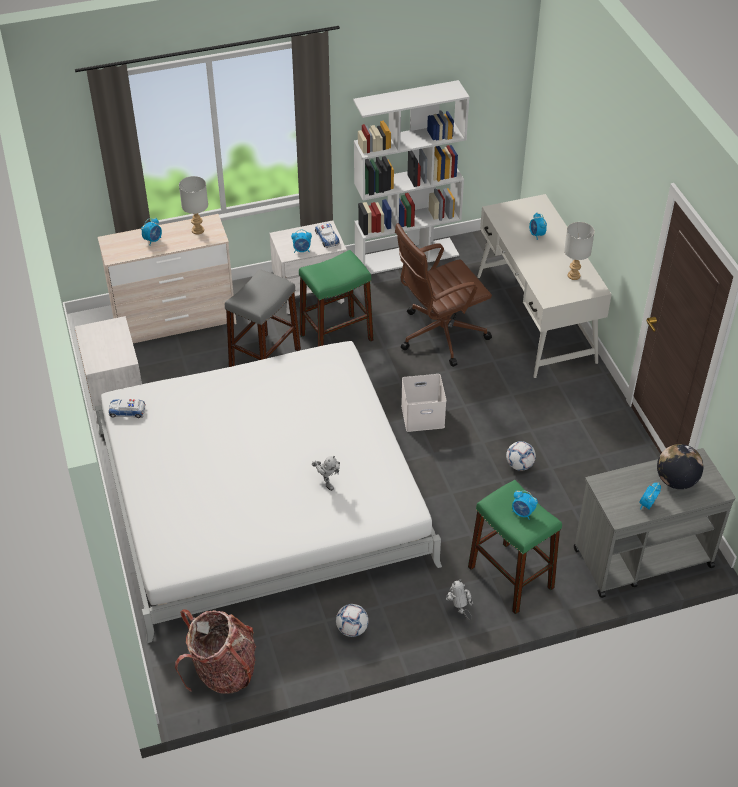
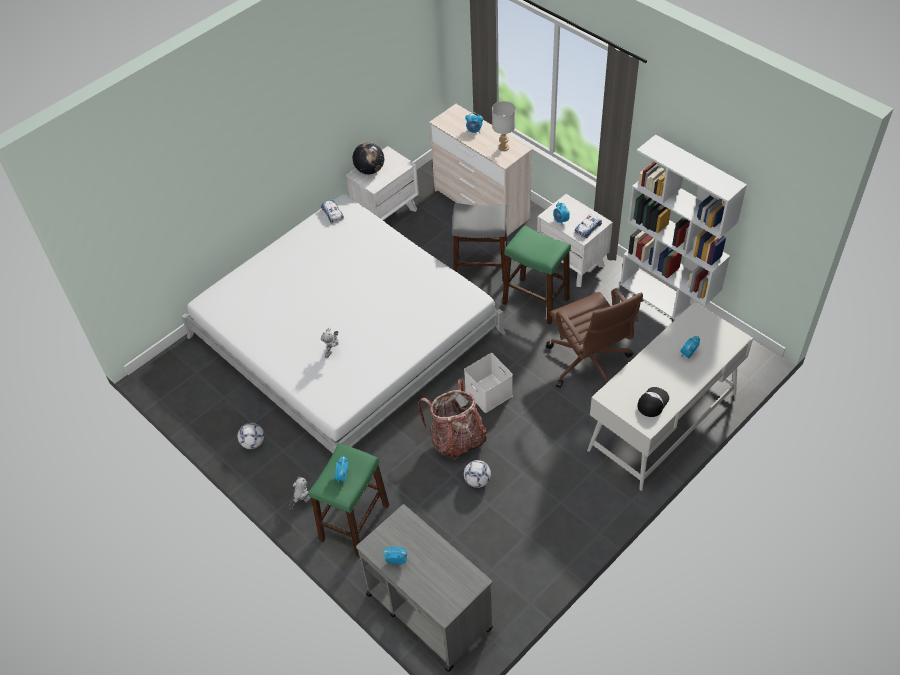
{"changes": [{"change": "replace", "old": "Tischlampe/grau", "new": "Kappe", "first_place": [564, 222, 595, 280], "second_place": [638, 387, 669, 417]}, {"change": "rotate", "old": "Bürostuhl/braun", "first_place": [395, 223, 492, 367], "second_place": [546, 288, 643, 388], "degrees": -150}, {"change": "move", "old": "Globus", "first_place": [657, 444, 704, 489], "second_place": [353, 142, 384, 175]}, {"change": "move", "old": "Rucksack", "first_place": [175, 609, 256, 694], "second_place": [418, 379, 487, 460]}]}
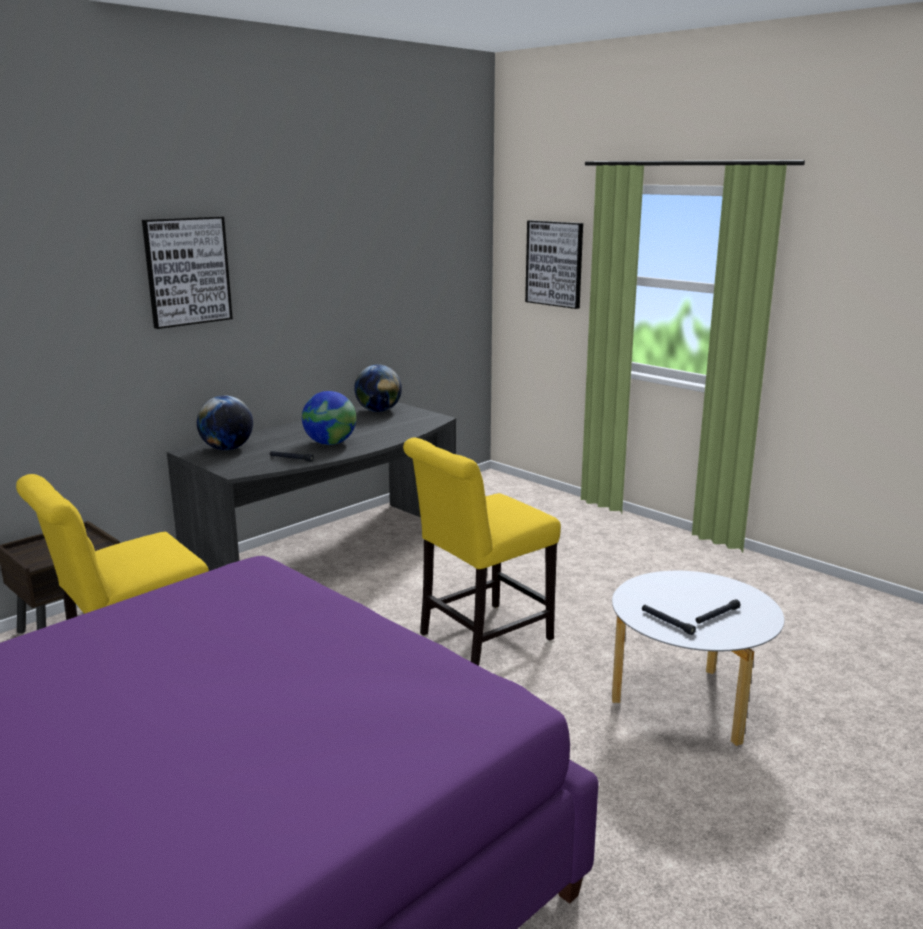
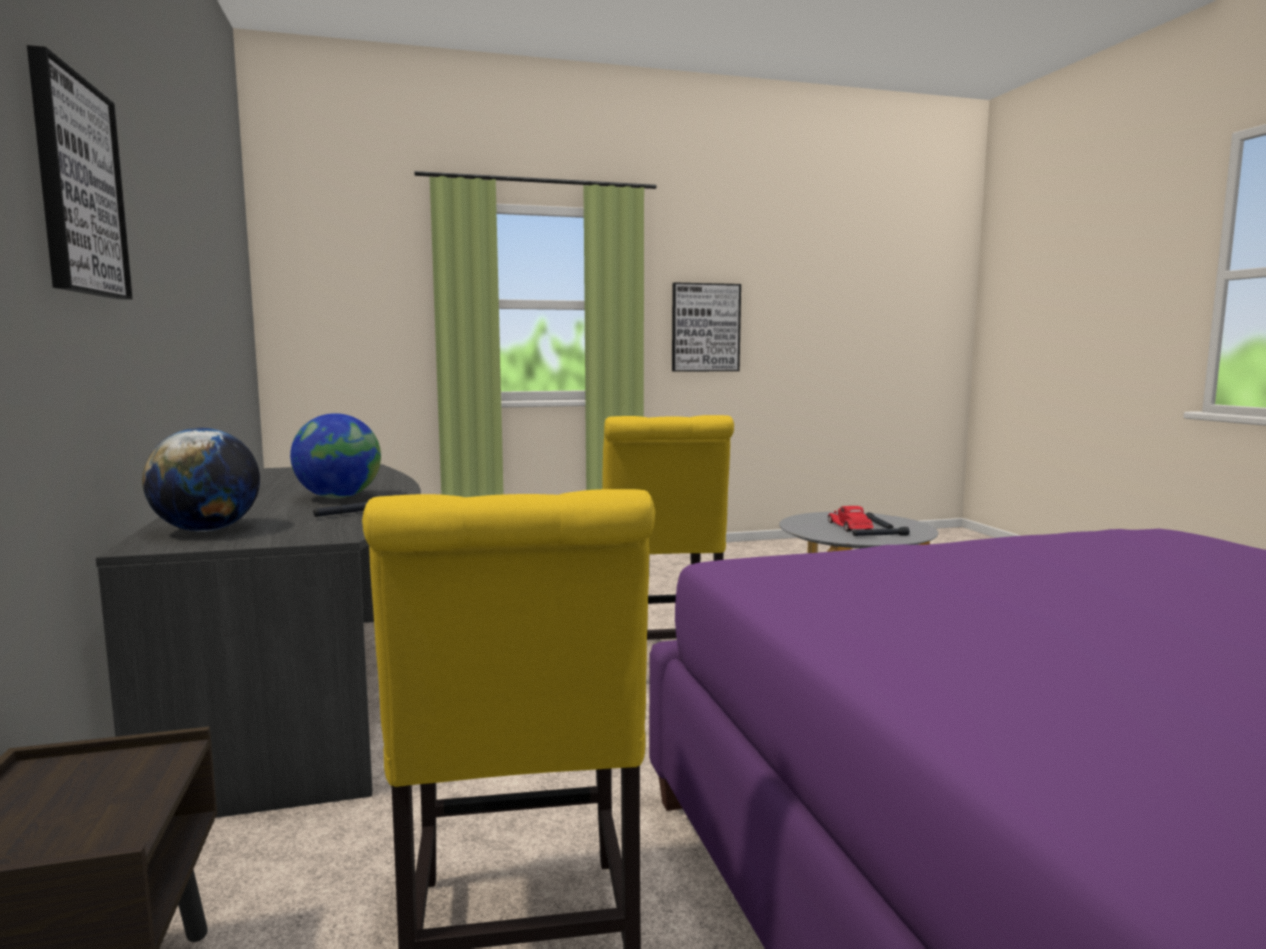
{"changes": [{"change": "move", "old": "Bild", "first_place": [525, 220, 583, 309], "second_place": [672, 282, 741, 372]}, {"change": "delete", "old": "Globus", "first_place": [354, 364, 402, 412]}, {"change": "insert", "new": "Spielzeugauto/rot", "second_place": [828, 506, 874, 532]}]}
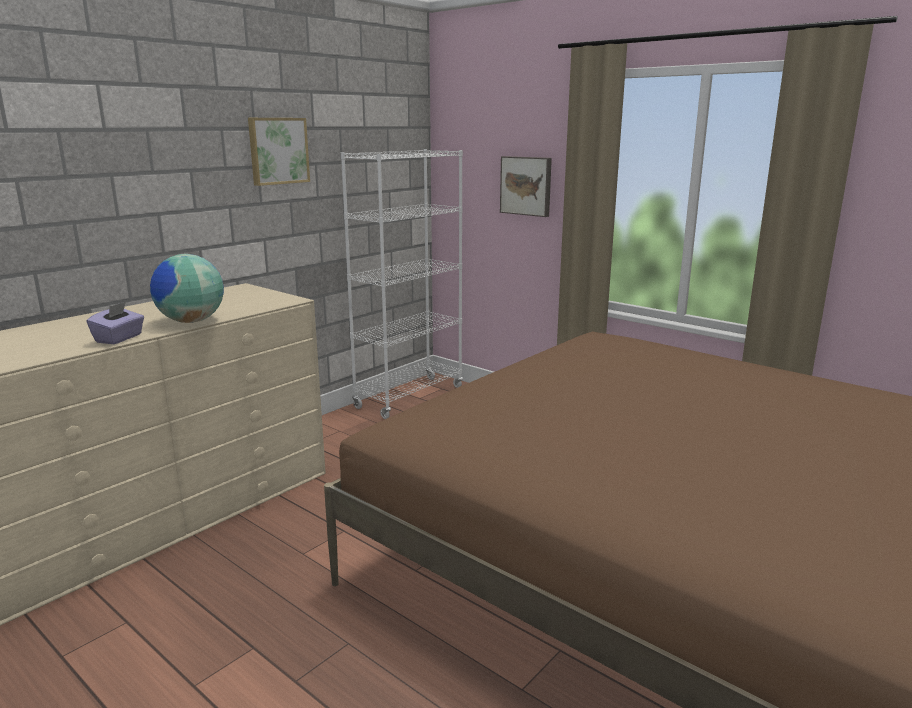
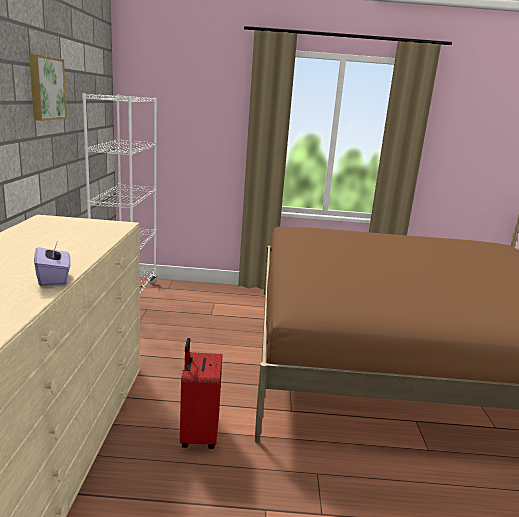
{"changes": [{"change": "delete", "old": "Bild", "first_place": [500, 156, 552, 217]}, {"change": "delete", "old": "Globus", "first_place": [150, 254, 224, 323]}, {"change": "insert", "new": "Koffer/rot", "second_place": [180, 338, 222, 449]}]}
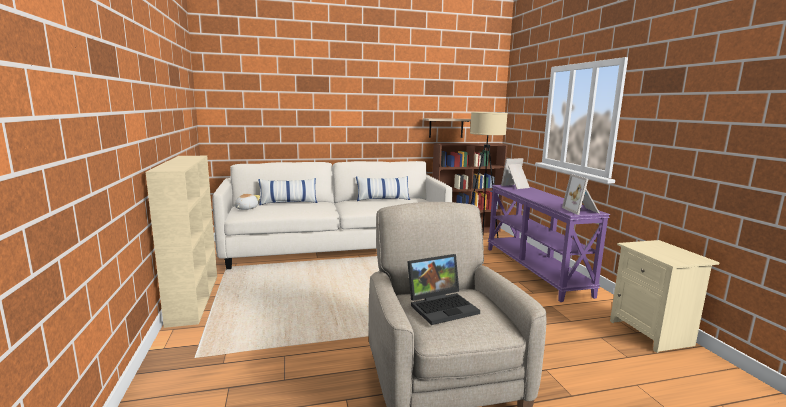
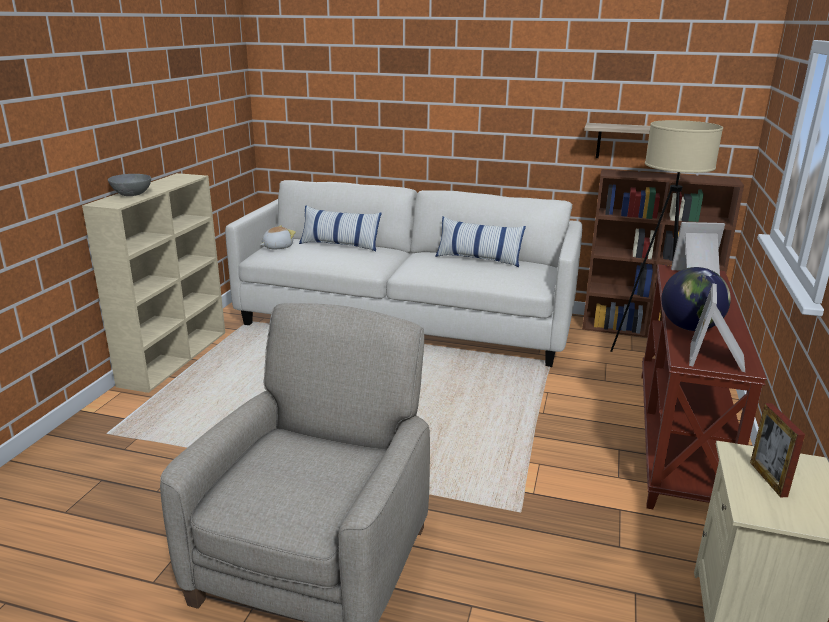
{"changes": [{"change": "recolor", "old": "Konsolentisch/lila", "new": "Konsolentisch/braun", "first_place": [488, 185, 610, 302], "second_place": [641, 265, 767, 509]}, {"change": "delete", "old": "Laptop", "first_place": [407, 254, 480, 325]}, {"change": "insert", "new": "Schüssel/grau", "second_place": [108, 174, 151, 196]}, {"change": "insert", "new": "Globus", "second_place": [662, 267, 731, 331]}, {"change": "insert", "new": "Bilderrahmen", "second_place": [750, 403, 805, 497]}]}
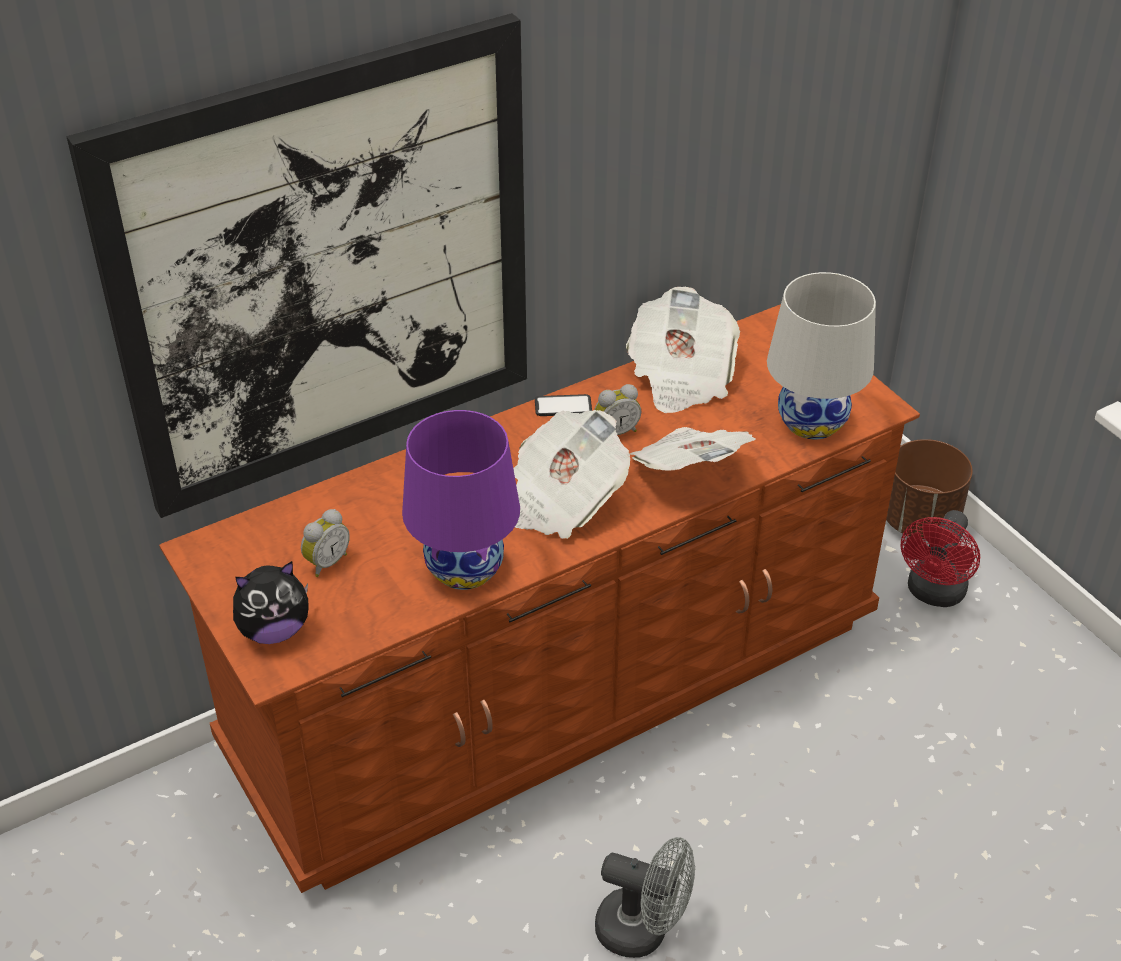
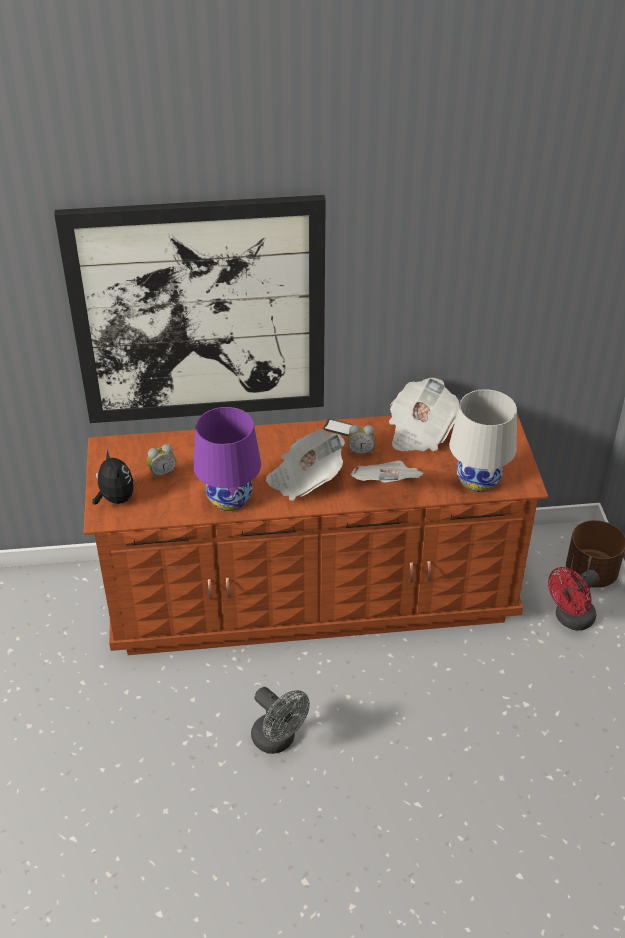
{"changes": [{"change": "rotate", "old": "Plüschtier", "first_place": [233, 561, 309, 644], "second_place": [92, 450, 134, 505], "degrees": -120}]}
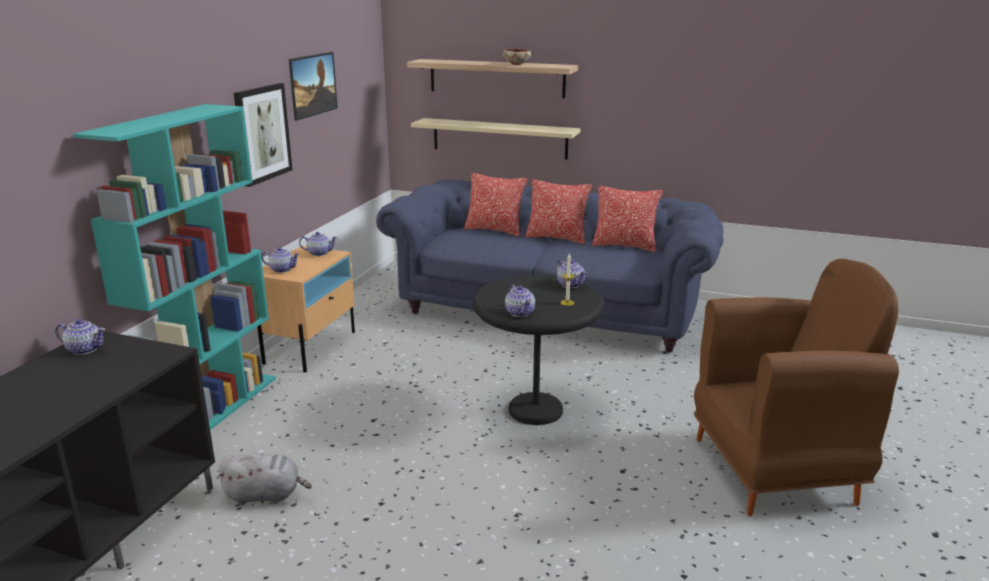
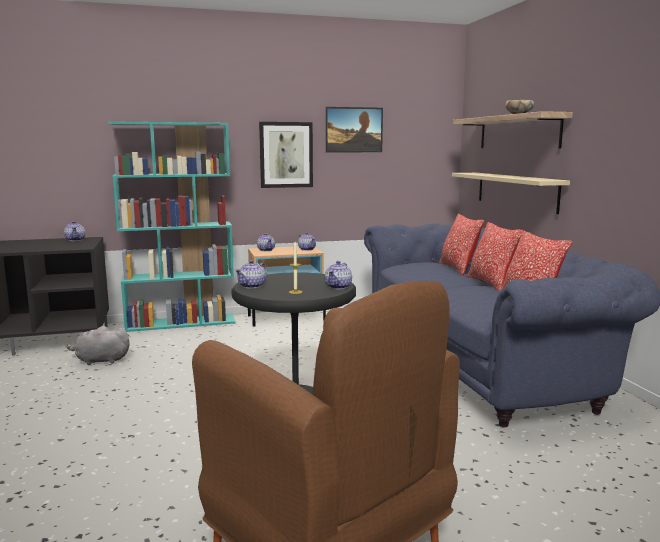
{"changes": [{"change": "rotate", "old": "Plüschtier/grau", "first_place": [217, 453, 312, 505], "second_place": [67, 326, 130, 365], "degrees": 120}]}
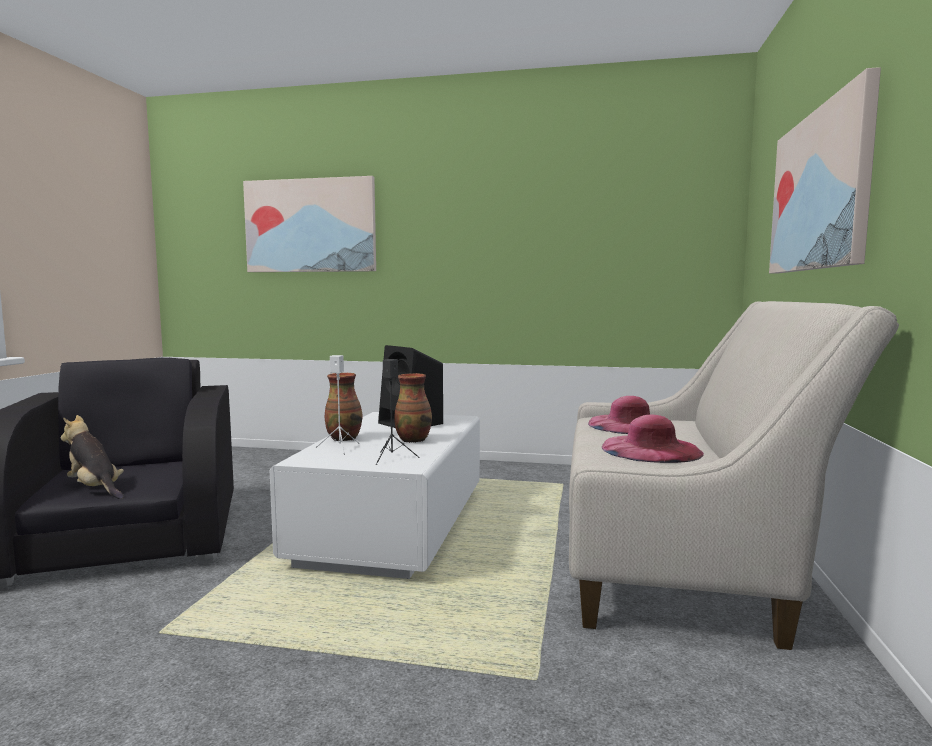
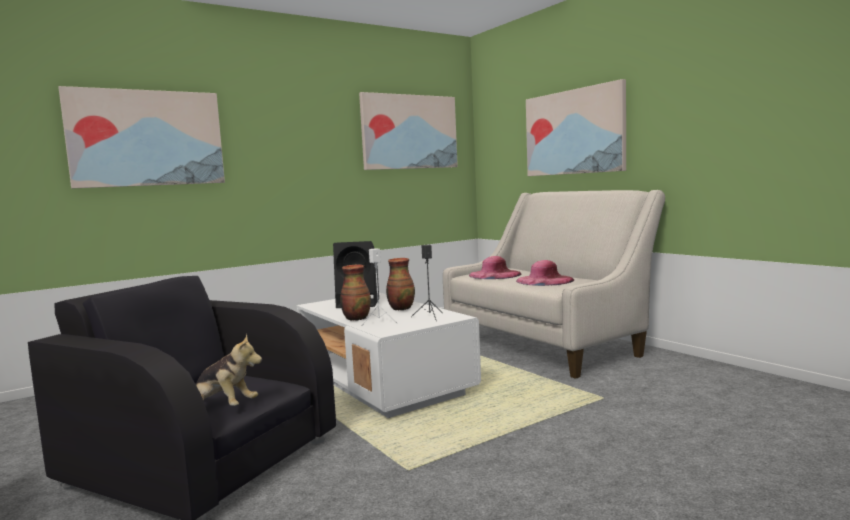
{"changes": [{"change": "rotate", "old": "Plüschtier", "first_place": [61, 415, 124, 499], "second_place": [196, 334, 262, 406], "degrees": -150}, {"change": "insert", "new": "Bild", "second_place": [359, 92, 458, 170]}]}
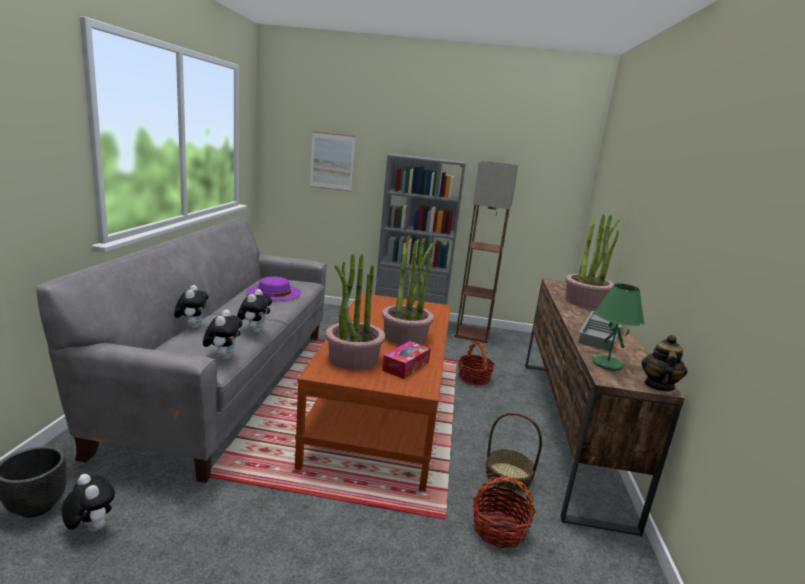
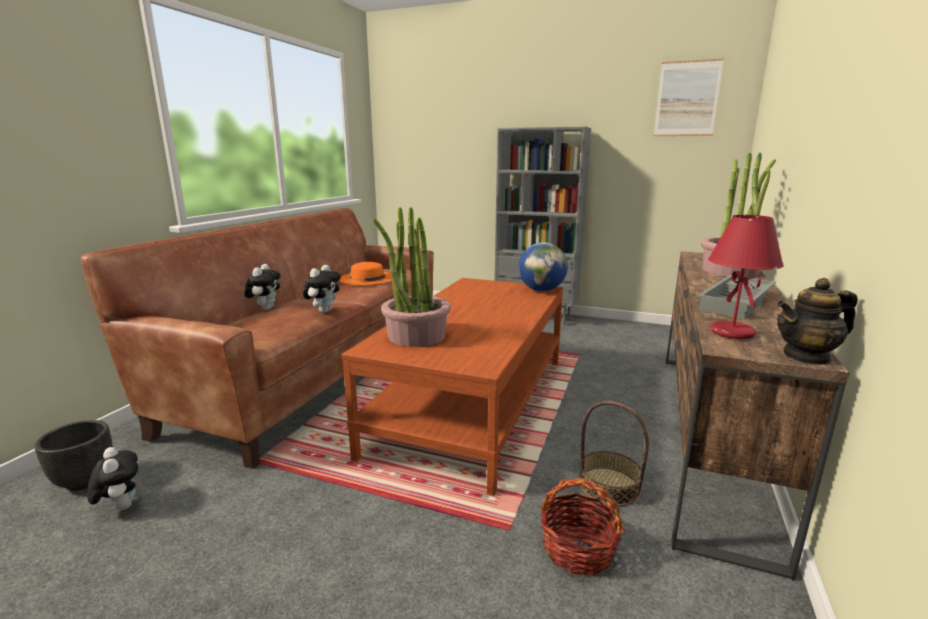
{"changes": [{"change": "move", "old": "Bild", "first_place": [310, 131, 355, 192], "second_place": [654, 59, 724, 136]}, {"change": "delete", "old": "Stehlampe", "first_place": [454, 161, 518, 343]}, {"change": "recolor", "old": "Sofa/grau", "new": "Sofa/braun", "first_place": [36, 218, 327, 483], "second_place": [81, 208, 434, 469]}, {"change": "delete", "old": "Topfpflanze", "first_place": [382, 241, 434, 345]}, {"change": "recolor", "old": "Hut/lila", "new": "Hut/orange", "first_place": [247, 276, 301, 301], "second_place": [339, 262, 392, 285]}, {"change": "recolor", "old": "Tischlampe/grün", "new": "Tischlampe/rot", "first_place": [593, 283, 645, 371], "second_place": [708, 215, 784, 339]}, {"change": "delete", "old": "Plüschtier", "first_place": [203, 310, 242, 360]}, {"change": "rotate", "old": "Teekanne", "first_place": [641, 335, 688, 391], "second_place": [777, 278, 858, 365], "degrees": -135}, {"change": "delete", "old": "Taschentuchbox", "first_place": [382, 341, 431, 379]}, {"change": "delete", "old": "Korb", "first_place": [458, 341, 495, 385]}, {"change": "insert", "new": "Globus", "second_place": [518, 242, 568, 291]}]}
